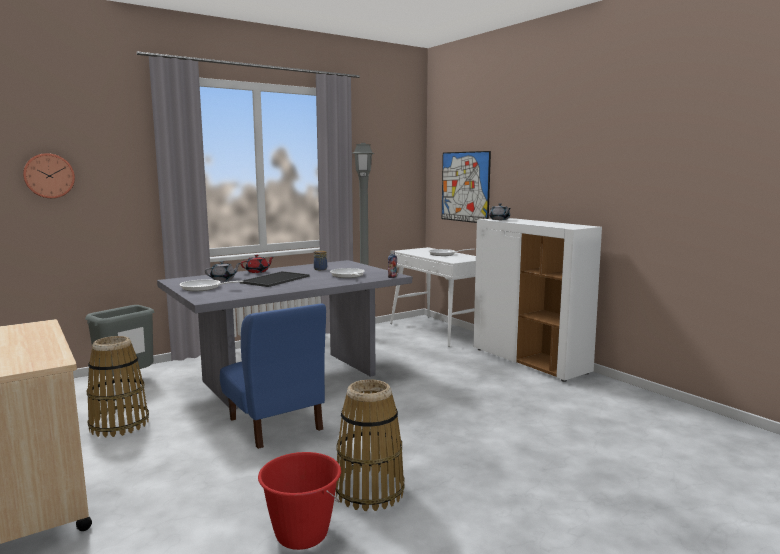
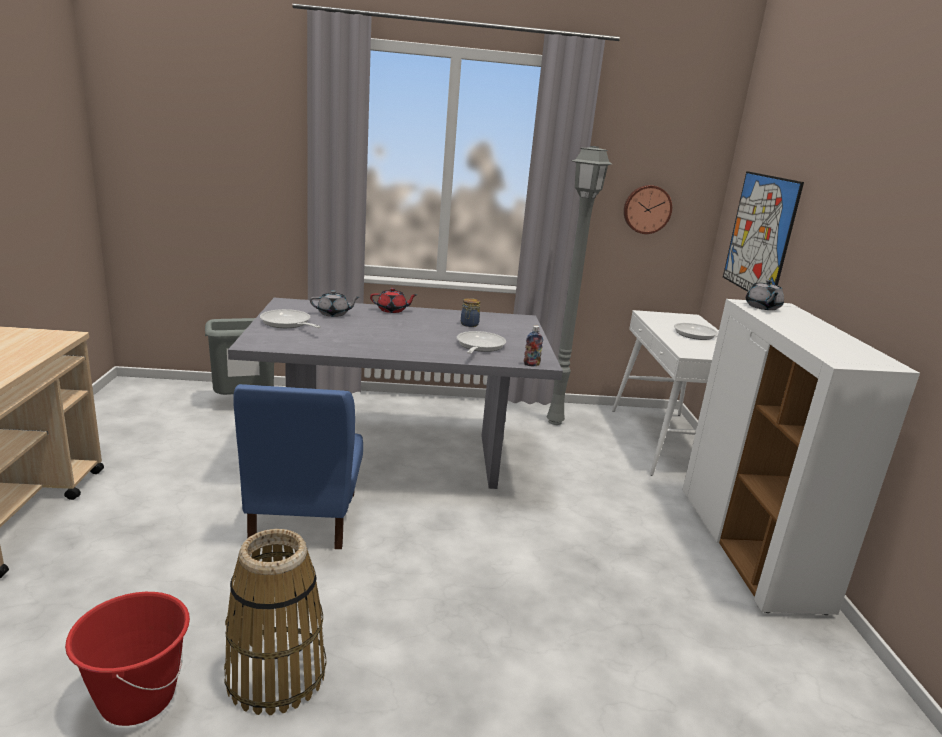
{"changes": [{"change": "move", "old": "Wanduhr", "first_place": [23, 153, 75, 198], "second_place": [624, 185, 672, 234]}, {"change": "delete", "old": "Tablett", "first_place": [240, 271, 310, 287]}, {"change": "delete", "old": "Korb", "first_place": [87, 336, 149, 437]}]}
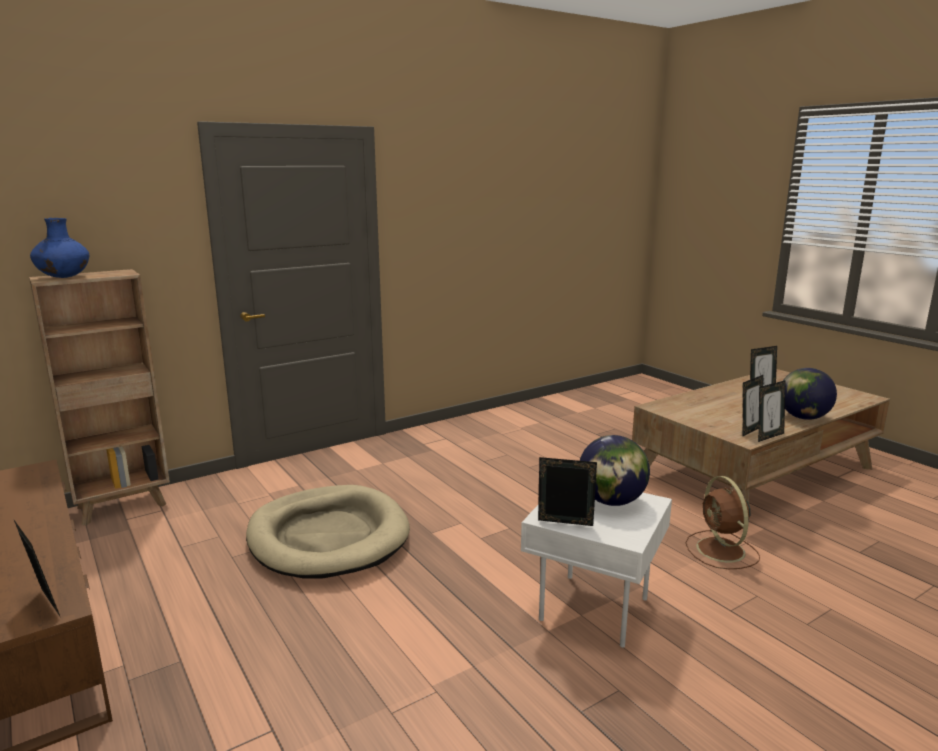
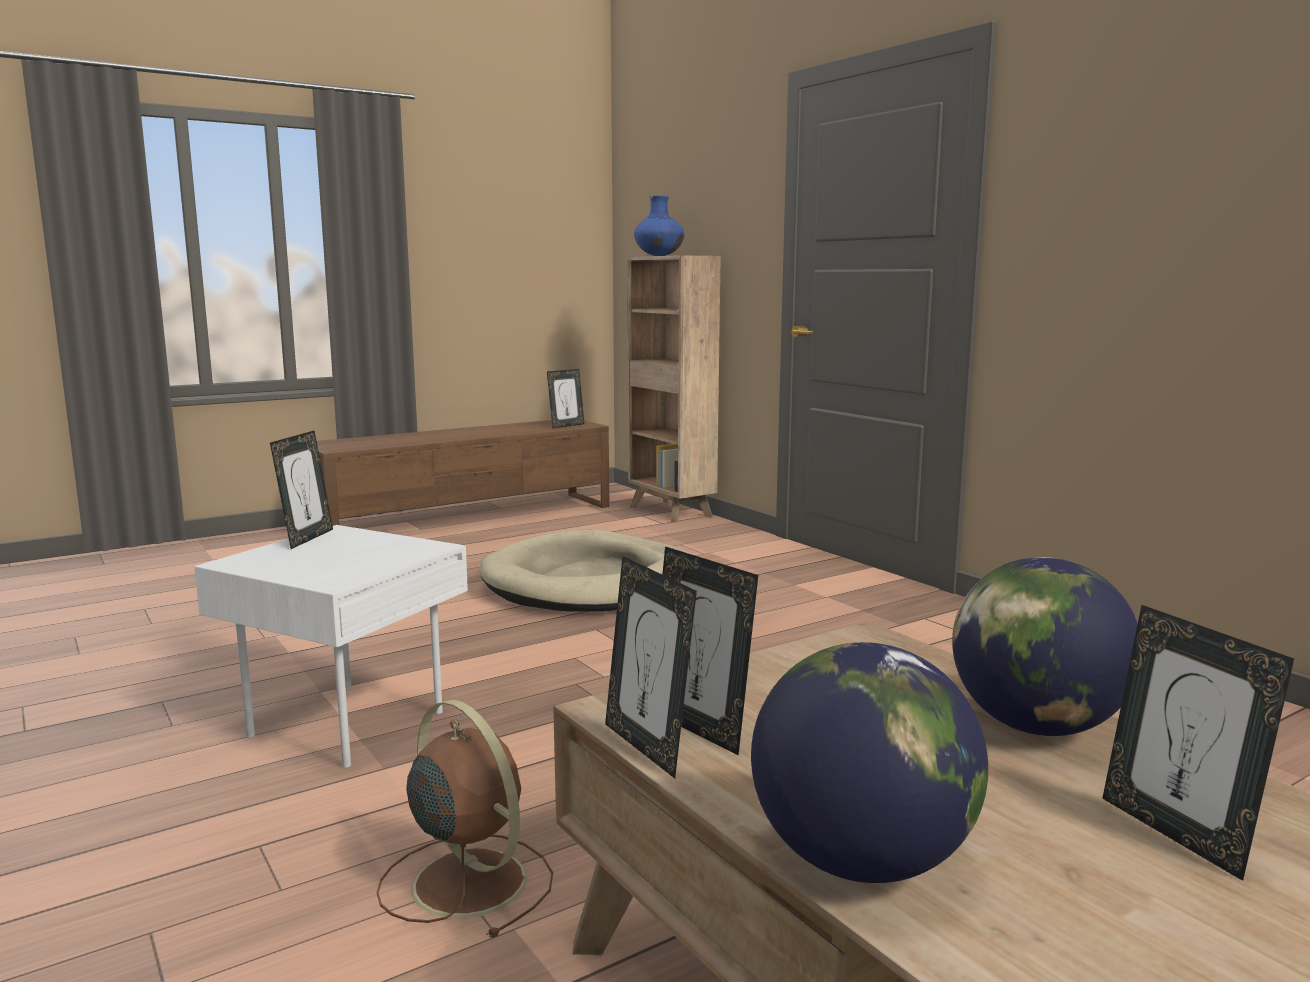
{"changes": [{"change": "move", "old": "Globus", "first_place": [580, 435, 650, 506], "second_place": [952, 557, 1138, 736]}, {"change": "rotate", "old": "Ventilator/braun", "first_place": [686, 476, 760, 569], "second_place": [376, 700, 553, 938], "degrees": 60}, {"change": "move", "old": "Bilderrahmen", "first_place": [14, 520, 61, 618], "second_place": [547, 369, 584, 429]}]}
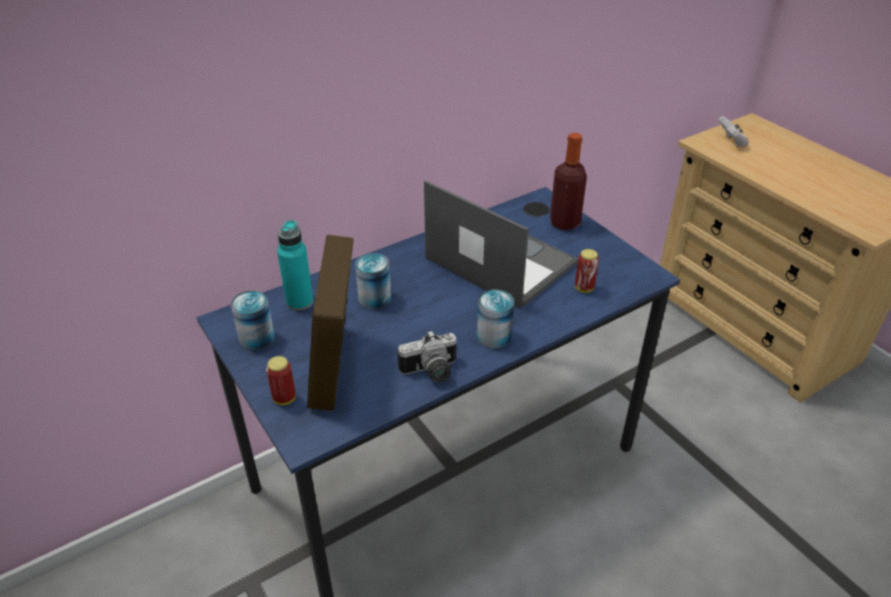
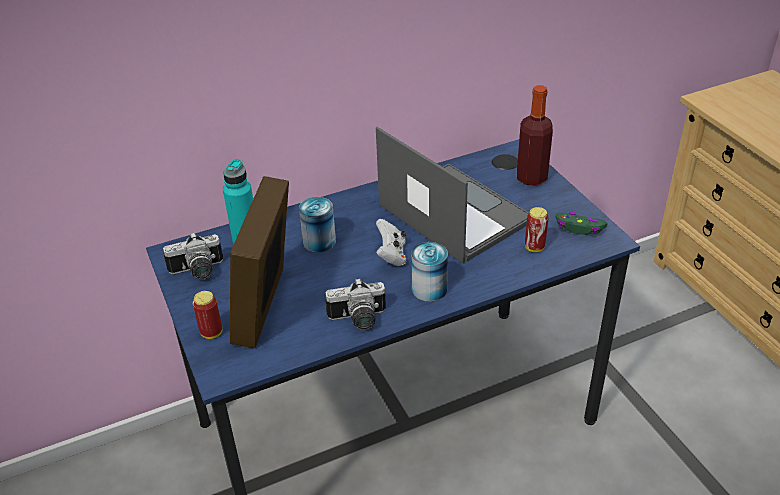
{"changes": [{"change": "move", "old": "Gamepad/weiß", "first_place": [719, 116, 749, 147], "second_place": [376, 219, 406, 266]}, {"change": "replace", "old": "Dose", "new": "Kamera", "first_place": [231, 291, 274, 350], "second_place": [163, 232, 223, 280]}, {"change": "insert", "new": "Gamepad/grün", "second_place": [555, 211, 608, 235]}]}
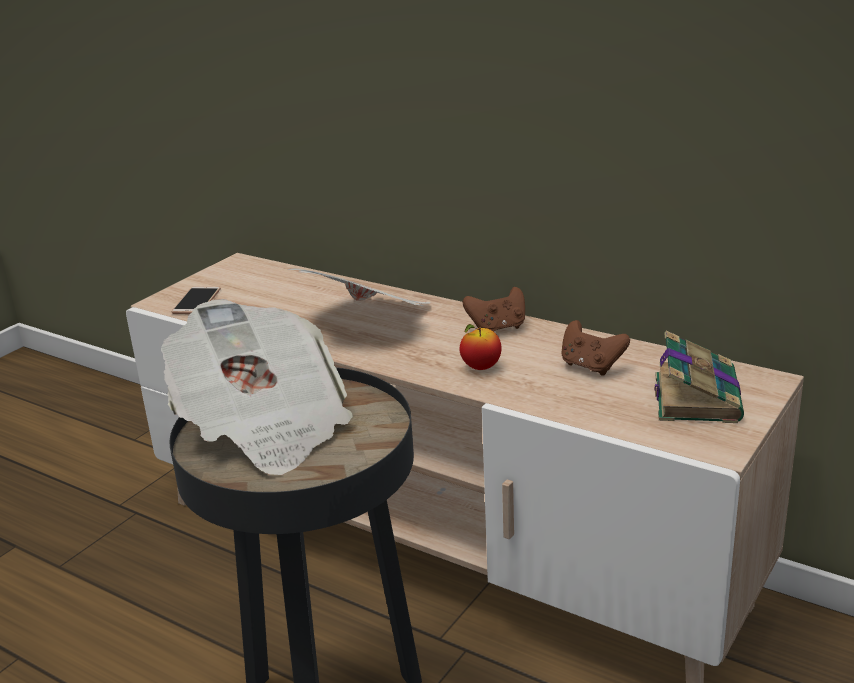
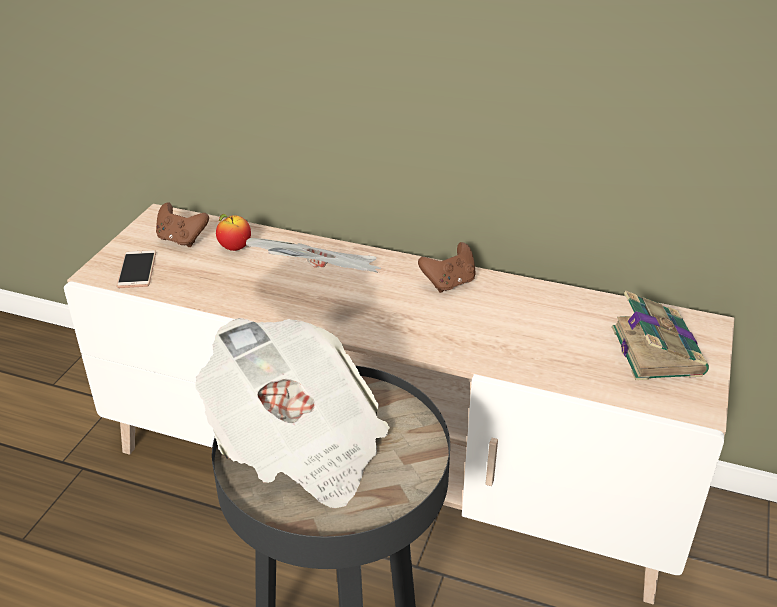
{"changes": [{"change": "move", "old": "Gamepad/braun", "first_place": [562, 320, 630, 376], "second_place": [156, 202, 209, 247]}, {"change": "move", "old": "Apfel", "first_place": [460, 324, 502, 370], "second_place": [216, 214, 251, 251]}]}
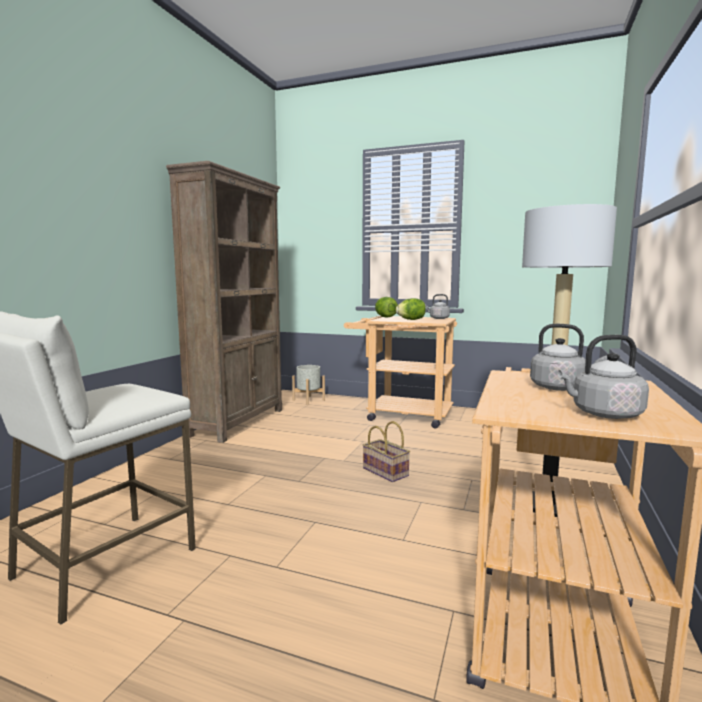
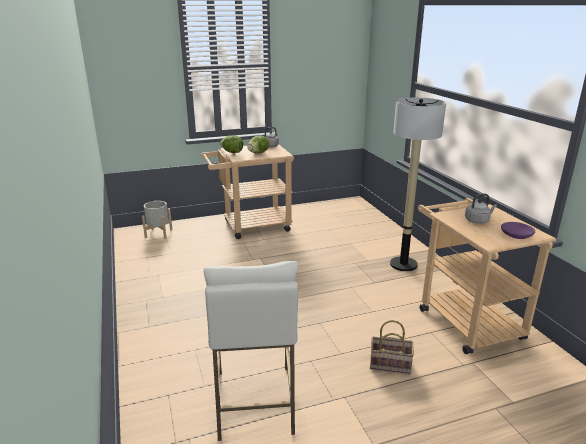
{"changes": [{"change": "delete", "old": "Bücherregal/braun", "first_place": [166, 161, 282, 443]}, {"change": "replace", "old": "Wasserkessel/grau", "new": "Schüssel/lila", "first_place": [558, 335, 649, 419], "second_place": [501, 222, 535, 239]}, {"change": "move", "old": "Korb", "first_place": [363, 421, 410, 482], "second_place": [370, 320, 414, 374]}]}
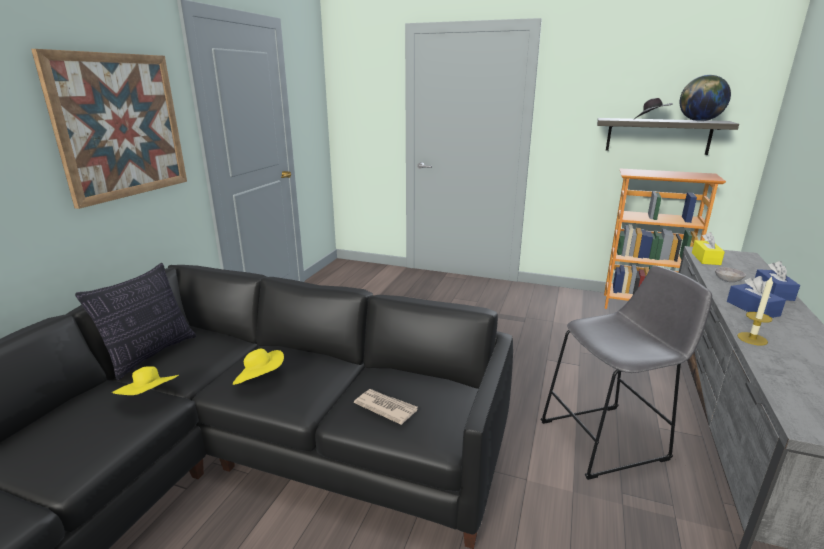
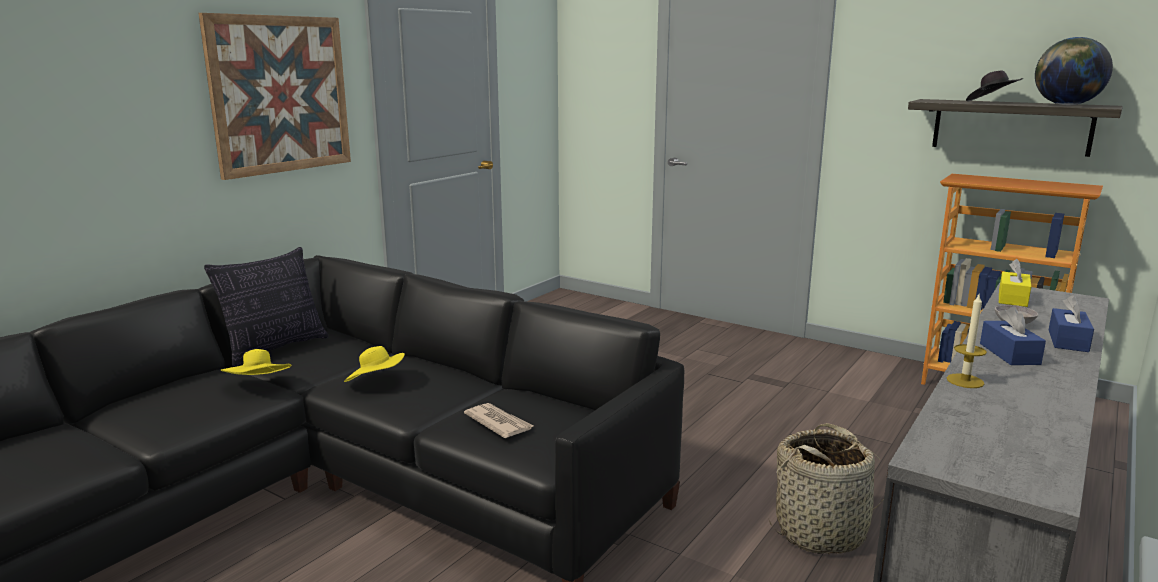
{"changes": [{"change": "replace", "old": "Hocker/grau", "new": "Korb", "first_place": [540, 266, 712, 480], "second_place": [769, 423, 884, 554]}]}
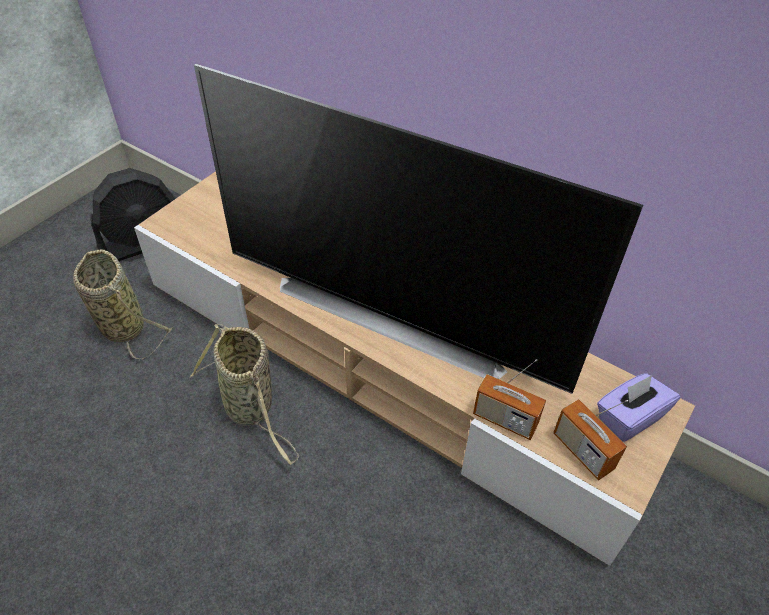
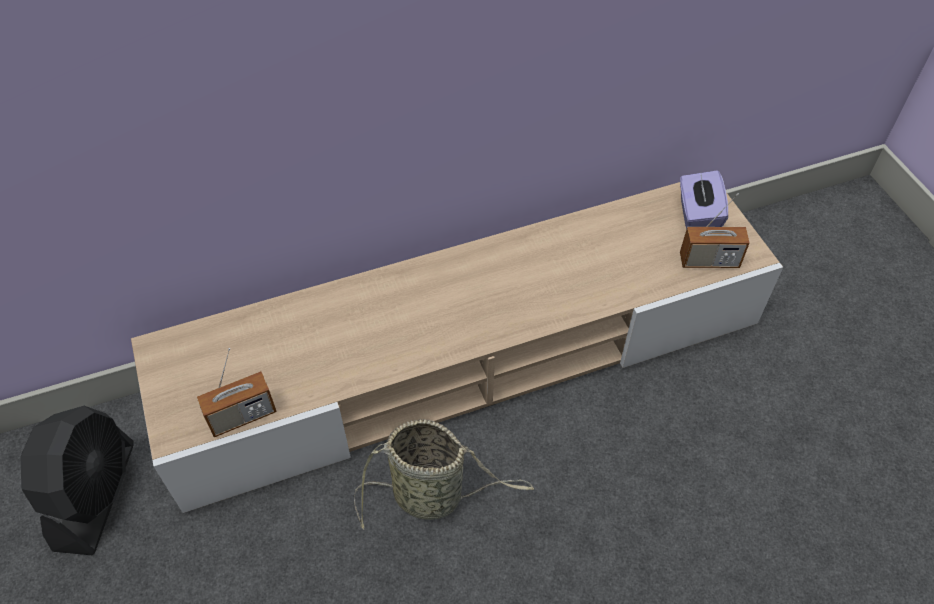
{"changes": [{"change": "delete", "old": "Fernseher", "first_place": [194, 64, 643, 394]}, {"change": "delete", "old": "Korb", "first_place": [73, 249, 172, 359]}, {"change": "move", "old": "Radio", "first_place": [473, 359, 546, 440], "second_place": [197, 348, 277, 437]}]}
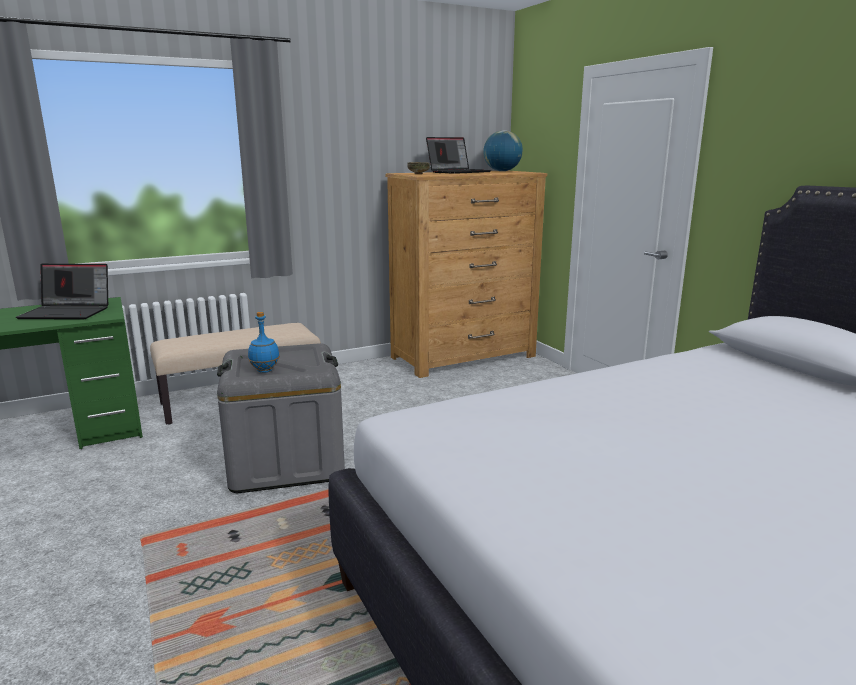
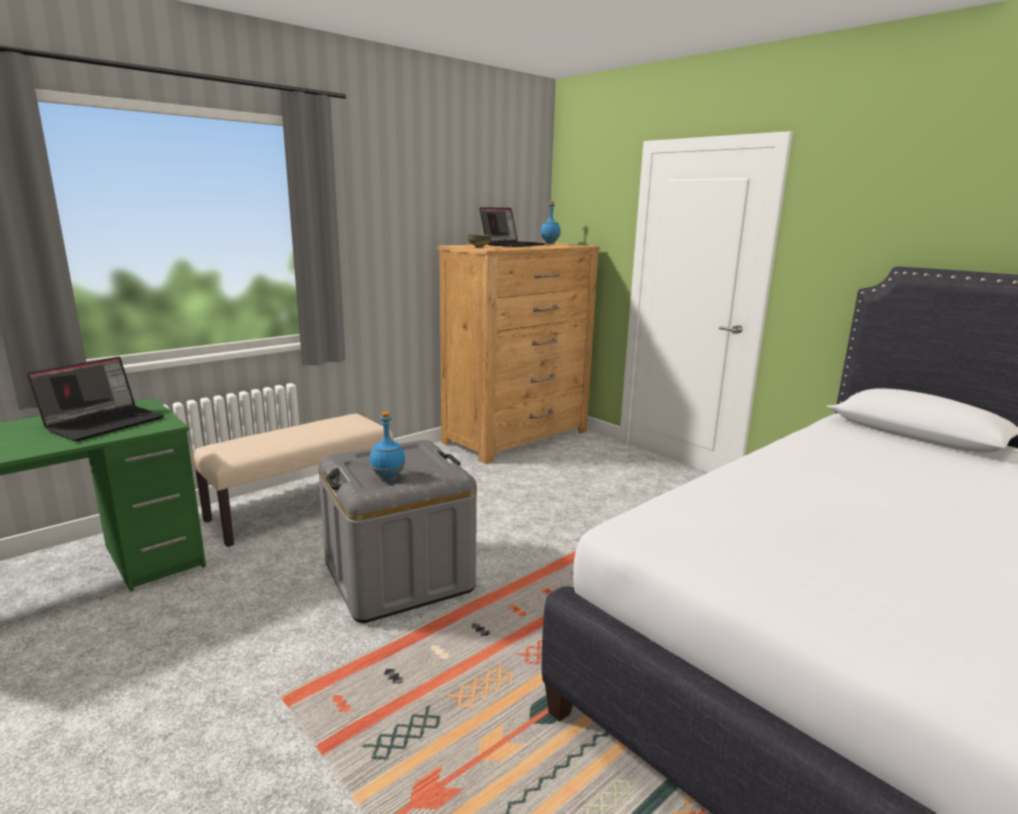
{"changes": [{"change": "replace", "old": "Globus", "new": "Flasche/blau", "first_place": [483, 130, 523, 171], "second_place": [540, 202, 560, 244]}, {"change": "rotate", "old": "Laptop", "first_place": [16, 264, 108, 319], "second_place": [27, 357, 164, 441], "degrees": -45}]}
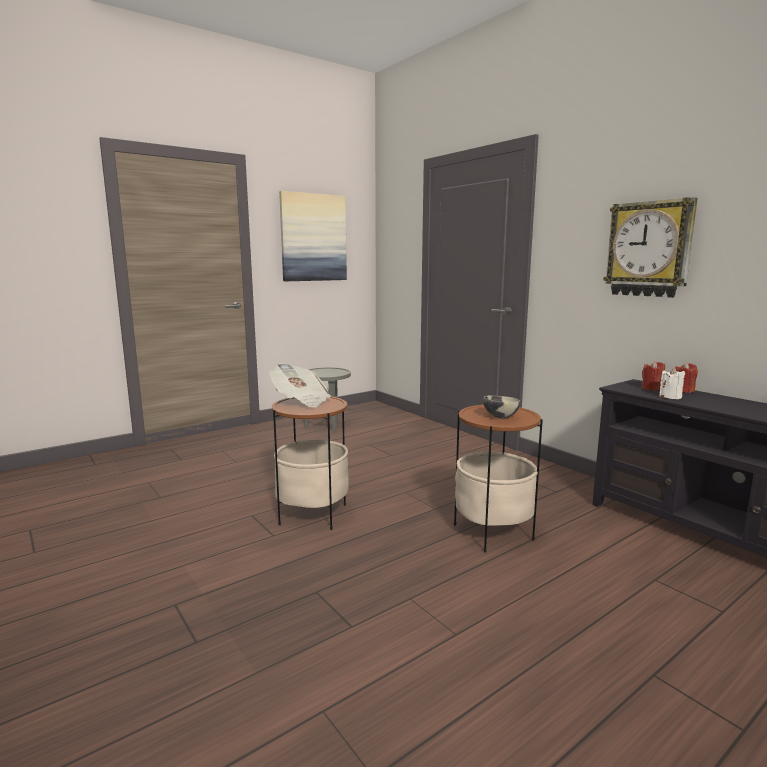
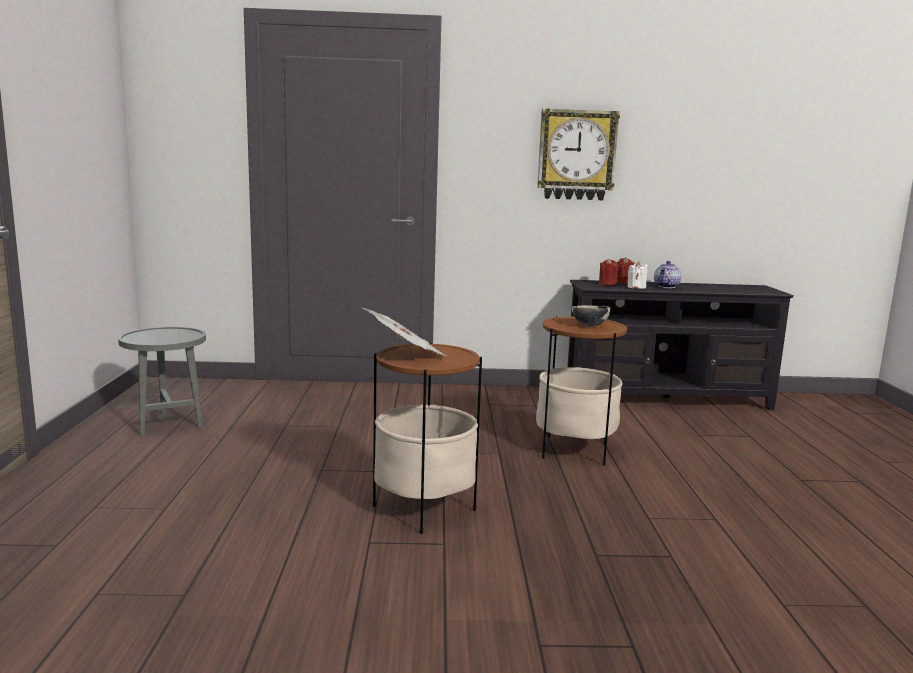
{"changes": [{"change": "delete", "old": "Bild", "first_place": [279, 191, 347, 281]}, {"change": "insert", "new": "Teekanne", "second_place": [654, 261, 681, 288]}]}
